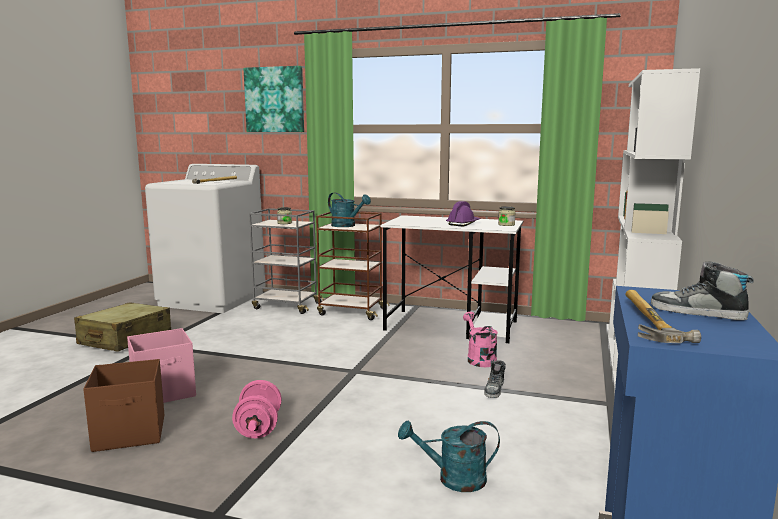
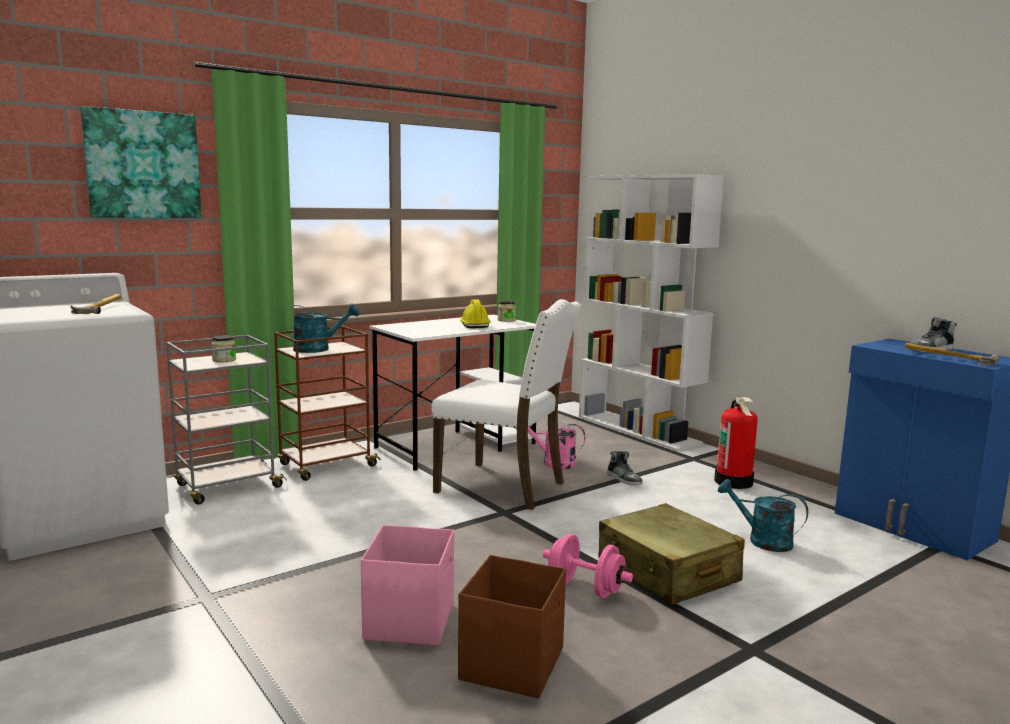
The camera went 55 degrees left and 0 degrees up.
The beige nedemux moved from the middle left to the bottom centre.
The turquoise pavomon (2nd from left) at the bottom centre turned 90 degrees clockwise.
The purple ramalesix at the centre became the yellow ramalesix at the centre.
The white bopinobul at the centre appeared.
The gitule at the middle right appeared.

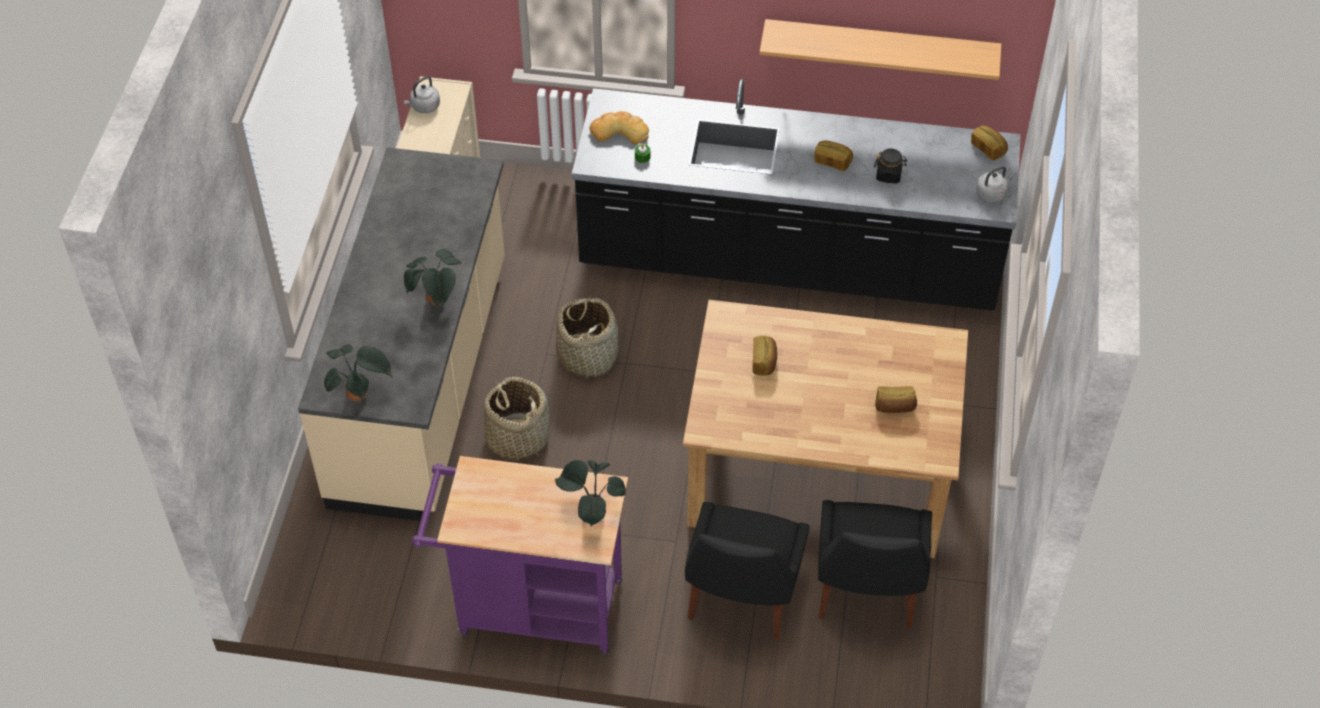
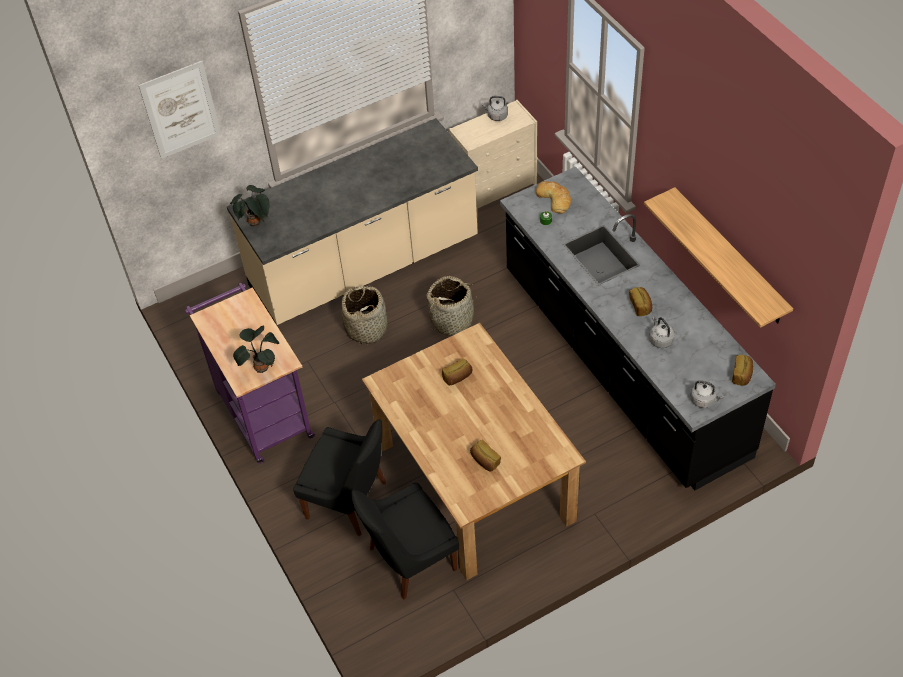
The camera went 55 degrees right and 0 degrees up.
The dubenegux (2nd from left) at the middle left disappeared.
The black bopinobul (1st from left) at the bottom centre turned 135 degrees counterclockwise.
The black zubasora at the top right was replaced by the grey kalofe (2nd from left) at the middle right.
The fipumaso at the top left appeared.

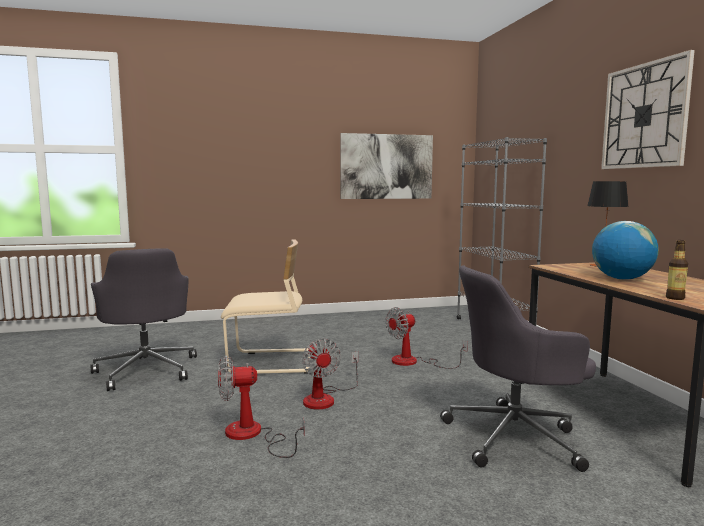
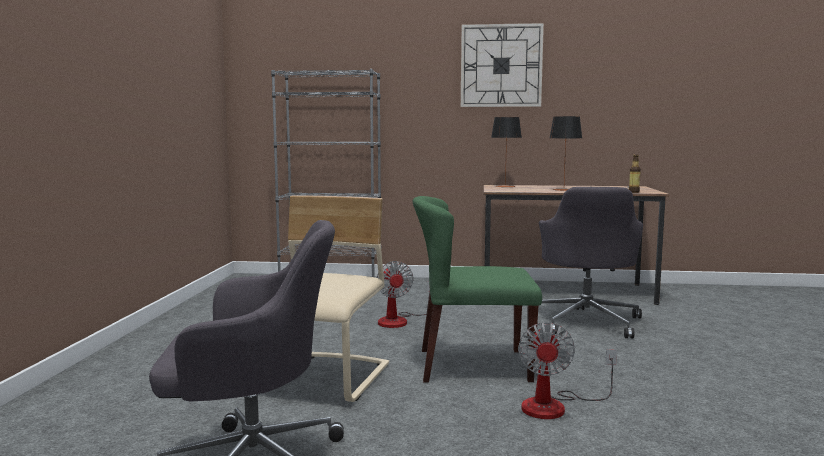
The camera went 70 degrees left and 0 degrees up.
The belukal (2nd from left) at the bottom centre was replaced by the green bopinobul at the centre.
The fipumaso at the top centre disappeared.
The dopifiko at the middle right was replaced by the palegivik (2nd from left) at the middle right.

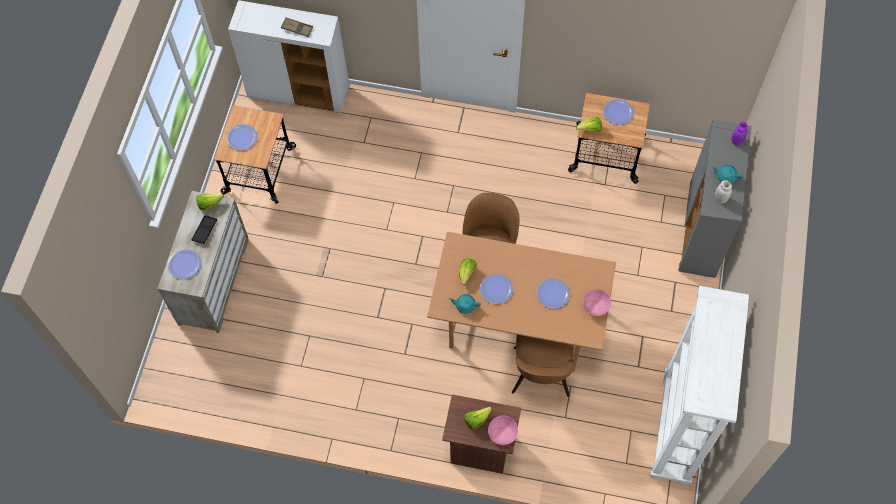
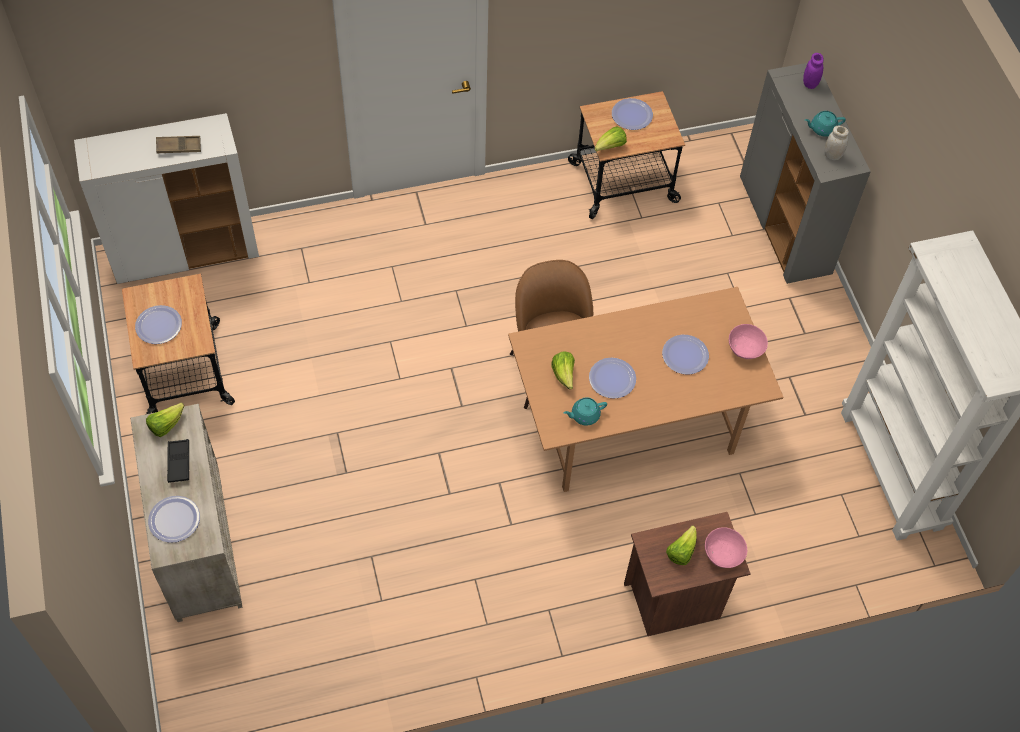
The camera went 30 degrees left and 5 degrees down.
The brown bopinobul (2nd from left) at the bottom centre disappeared.

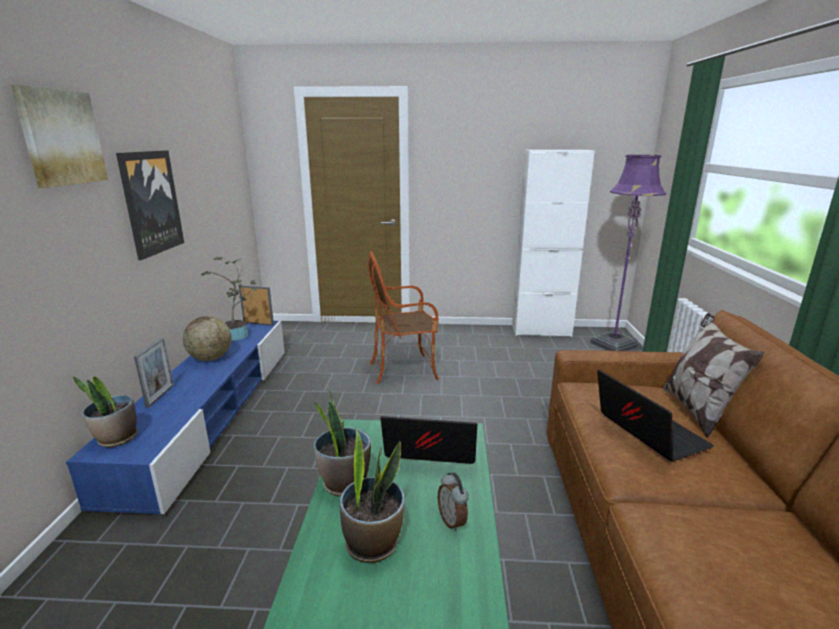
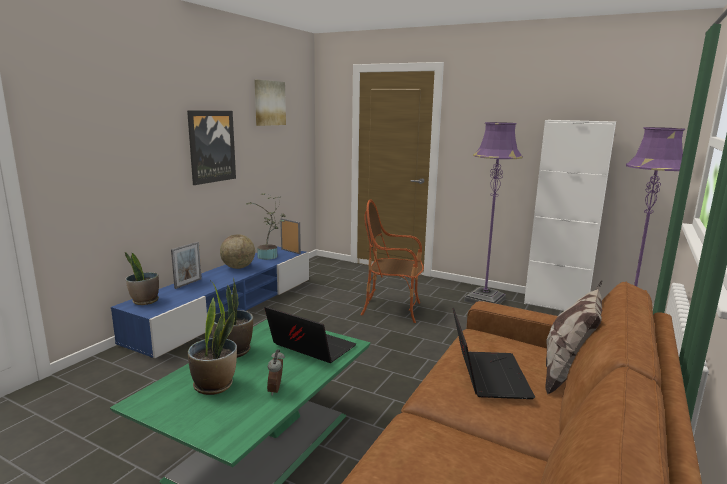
The camera went 25 degrees right and 5 degrees down.
The fipumaso (1st from left in the first image) moved from the top left to the top centre.
The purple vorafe (1st from left) at the middle right appeared.

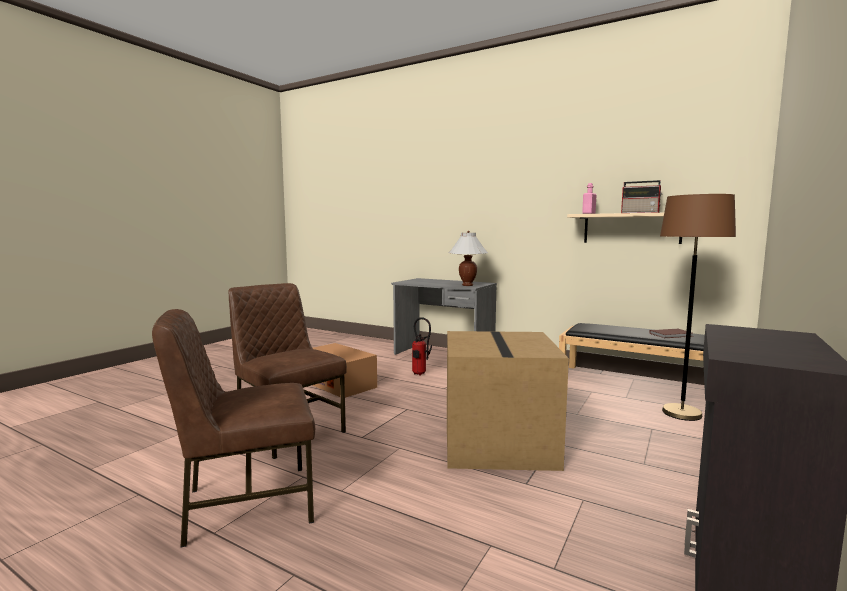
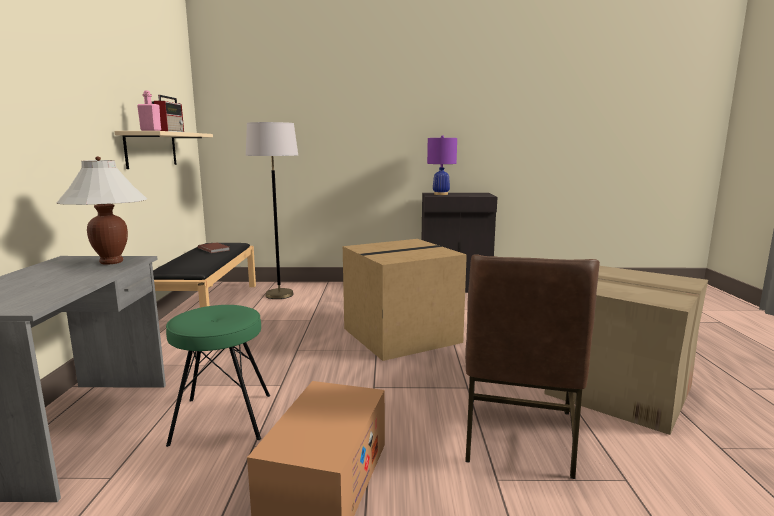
The camera went 120 degrees left and 5 degrees up.
The brown bopinobul (1st from left) at the bottom left was replaced by the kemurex (3rd from left) at the bottom right.
The gitule at the centre was replaced by the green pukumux at the bottom left.
The brown vorafe at the middle right became the grey vorafe at the centre.
The purple palegivik at the top centre appeared.

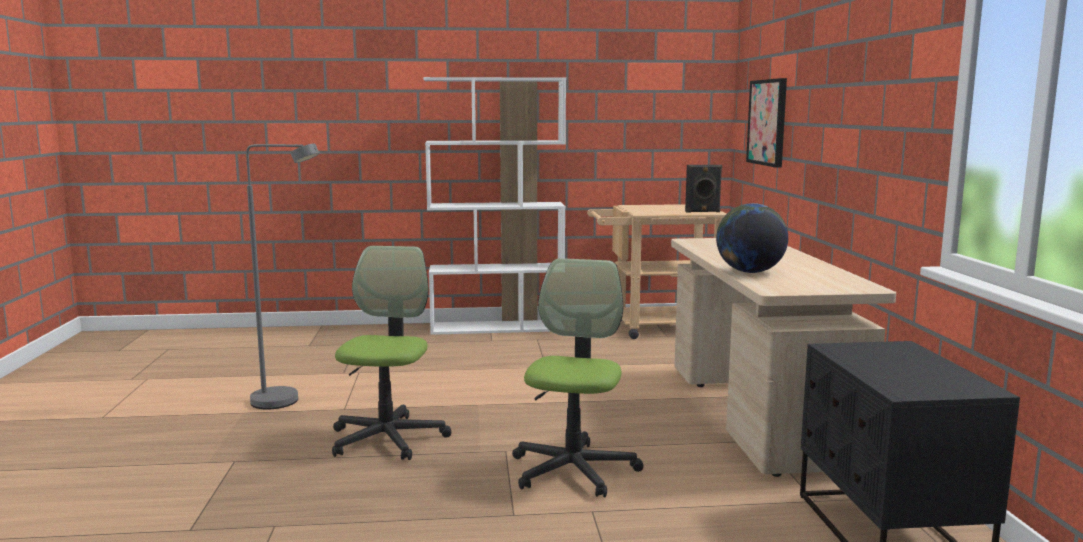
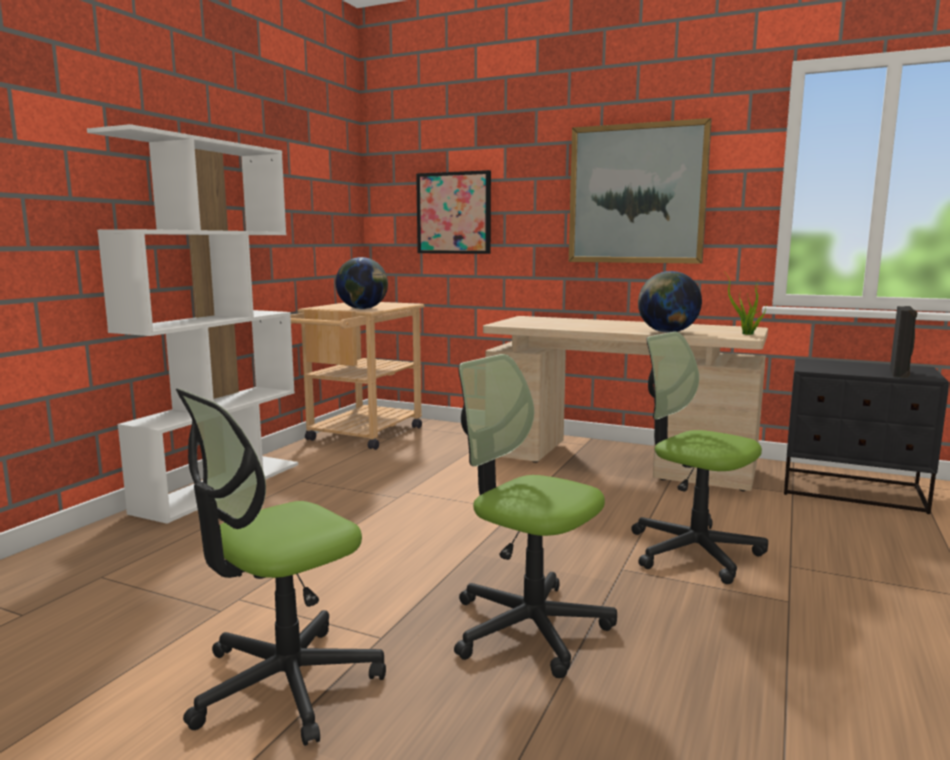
The camera went 60 degrees left and 0 degrees up.
The grey vorafe at the middle left was replaced by the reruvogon (1st from left) at the bottom left.
The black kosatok moved from the centre to the middle right.
The dopifiko (1st from left) at the centre appeared.
The fipumaso (2nd from left) at the top right appeared.
The dubenegux at the middle right appeared.

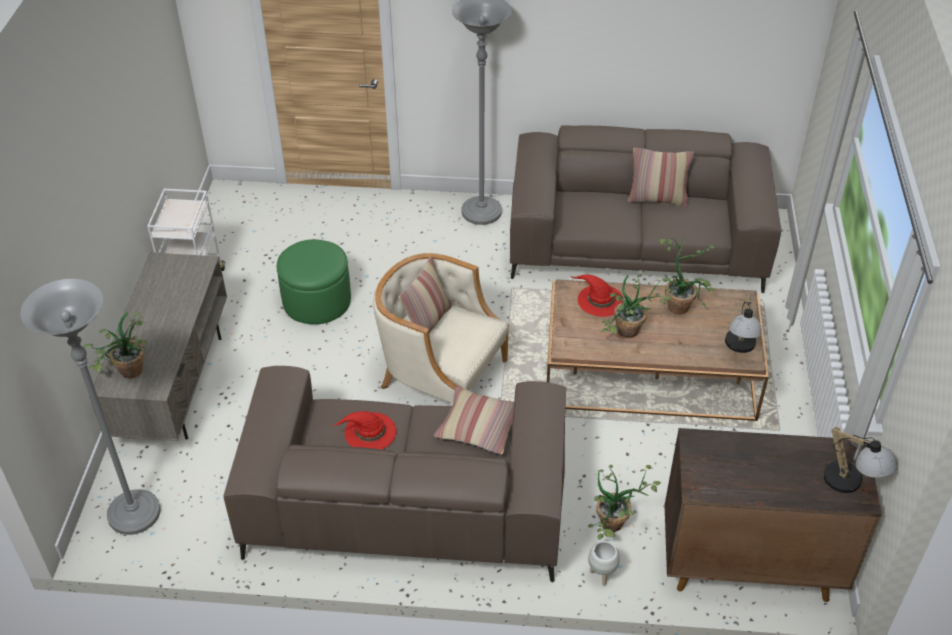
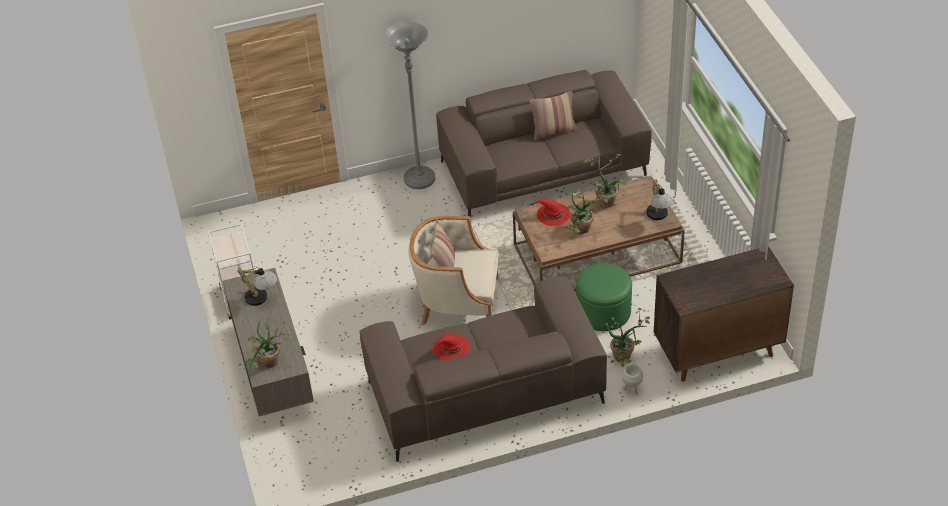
The camera went 20 degrees left and 0 degrees up.
The grey vorafe (1st from left) at the middle left disappeared.
The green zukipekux moved from the middle left to the centre.
The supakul (2nd from left) at the centre disappeared.
The palegivik (2nd from left in the first image) moved from the bottom right to the middle left.

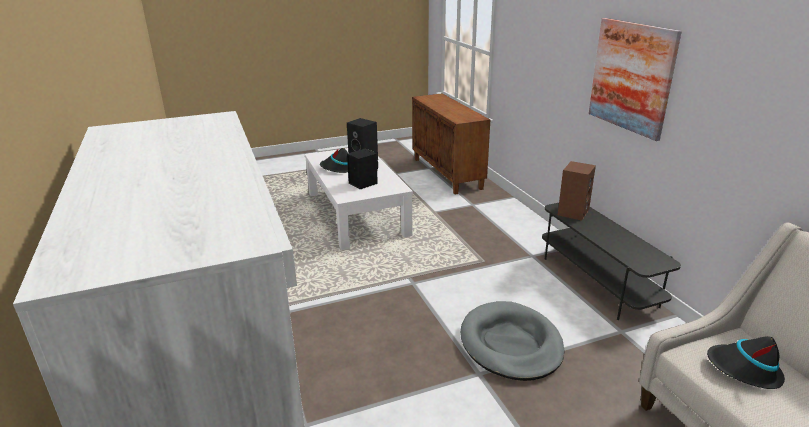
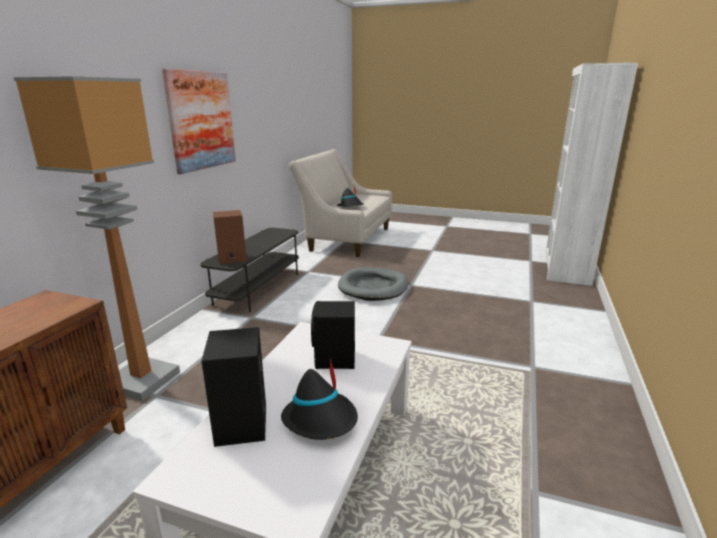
The camera went 140 degrees left and 5 degrees down.
The vorafe at the middle left appeared.

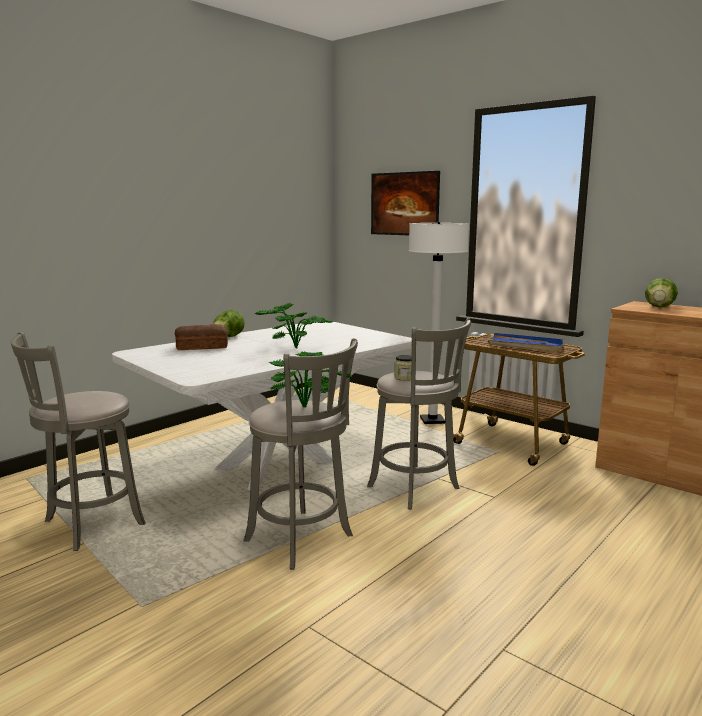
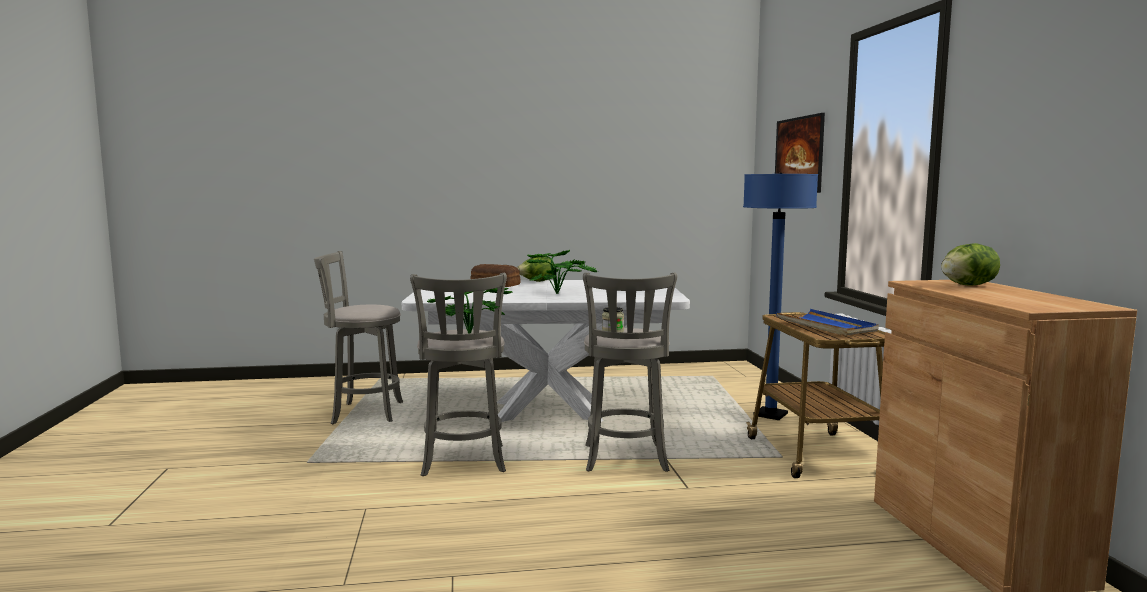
The camera went 40 degrees right and 5 degrees down.
The white vorafe at the centre became the blue vorafe at the middle right.

